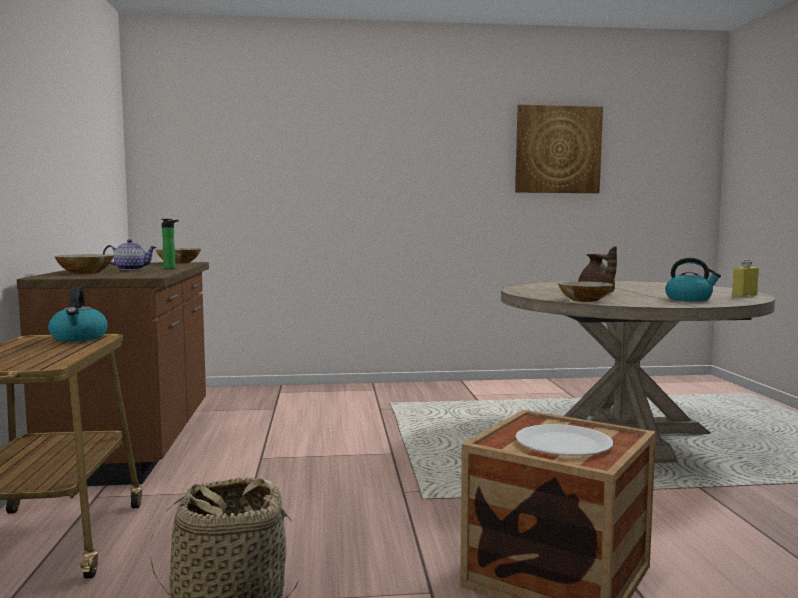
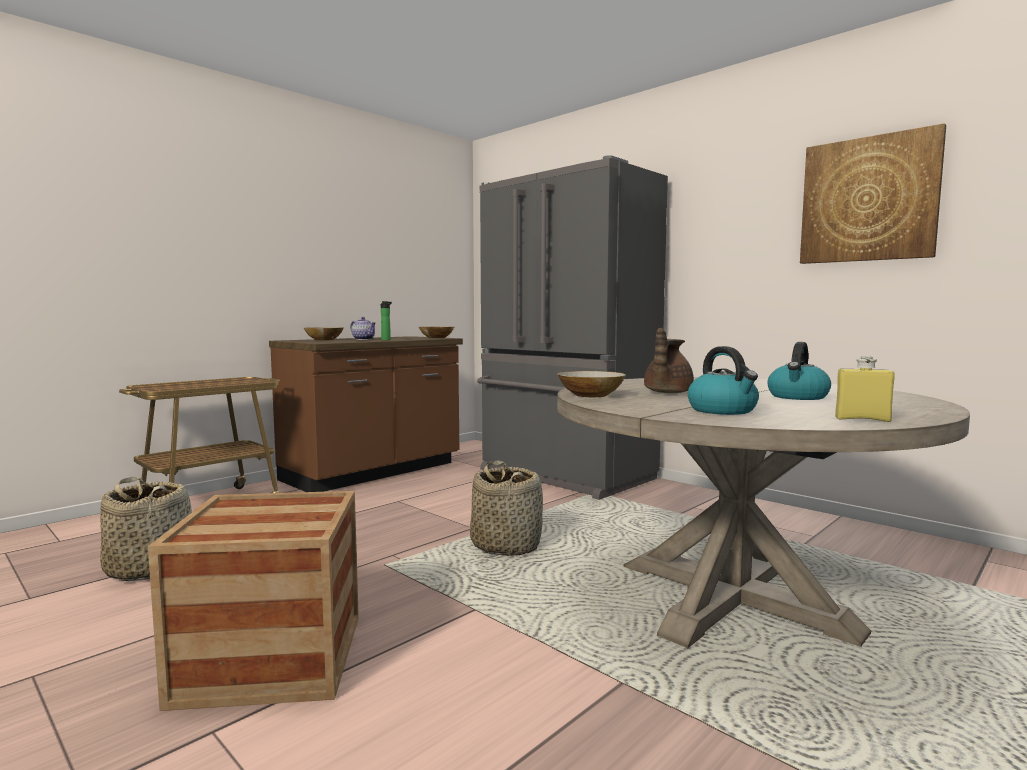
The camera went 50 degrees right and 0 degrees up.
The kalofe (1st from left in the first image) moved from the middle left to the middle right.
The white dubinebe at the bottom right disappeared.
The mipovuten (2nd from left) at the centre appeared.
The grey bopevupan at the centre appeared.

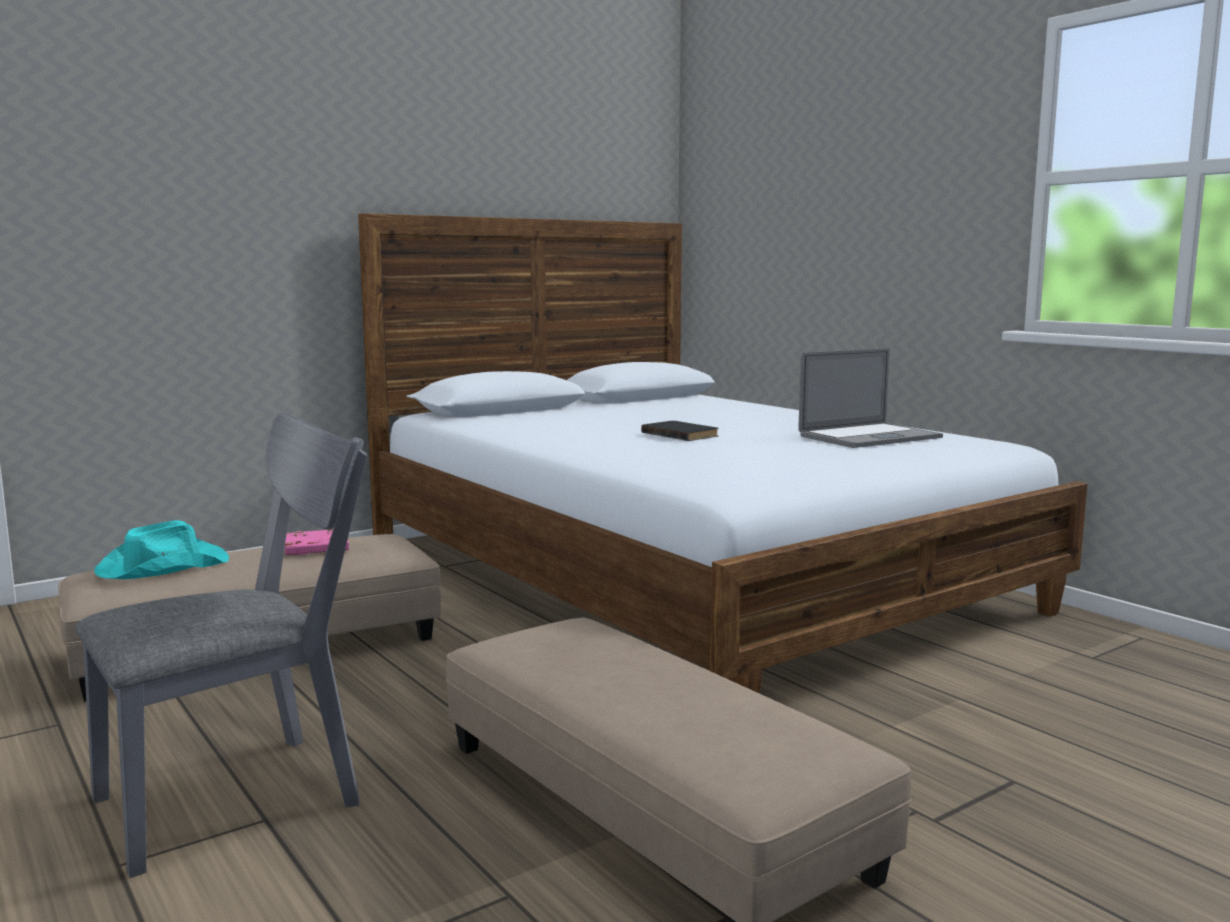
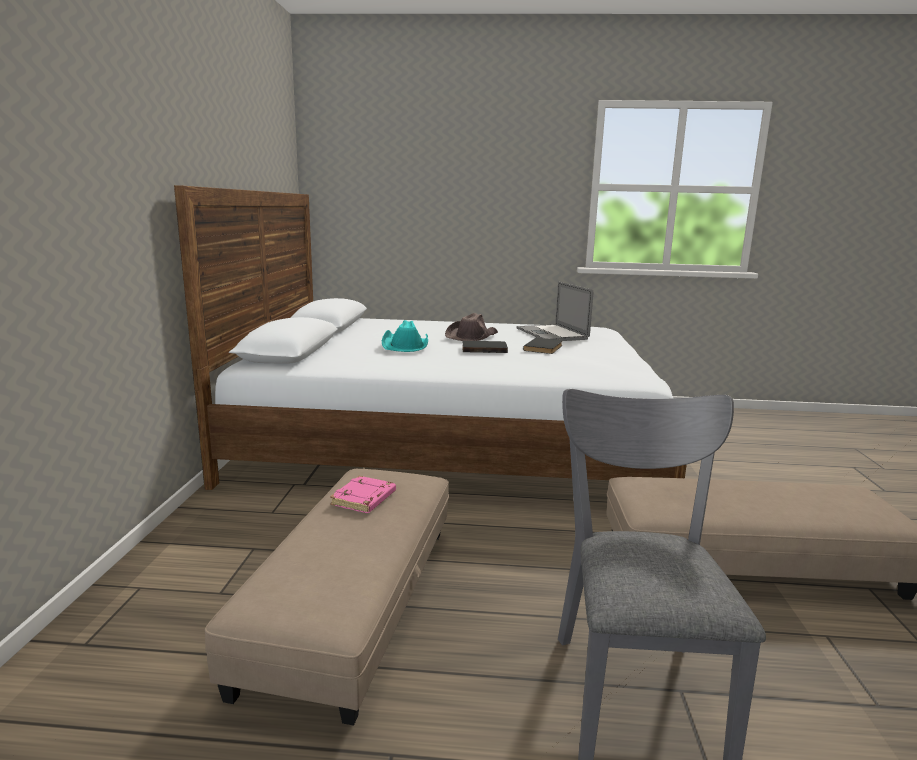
The camera went 50 degrees left and 5 degrees up.
The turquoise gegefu moved from the middle left to the centre.
The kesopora at the middle right turned 150 degrees clockwise.
The brown gegefu at the centre appeared.
The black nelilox (2nd from left) at the centre appeared.

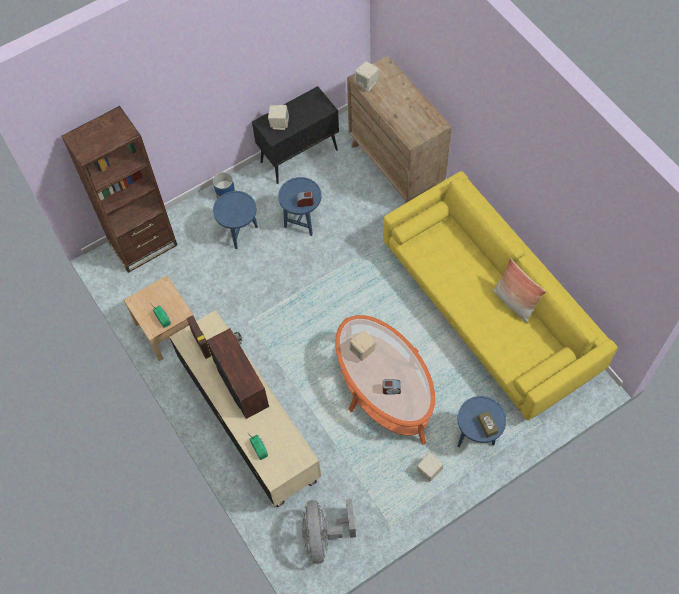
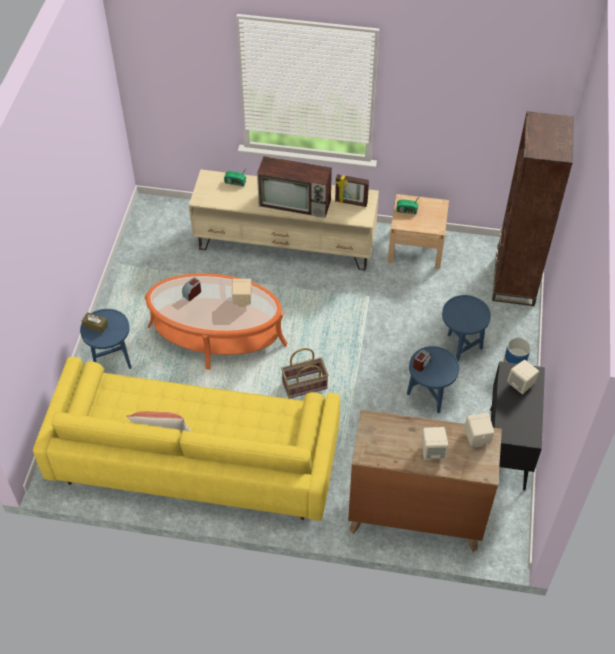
The camera went 130 degrees right and 10 degrees down.
The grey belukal at the bottom centre disappeared.
The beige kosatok (4th from left in the first image) moved from the bottom centre to the bottom right.
The mipovuten at the centre appeared.

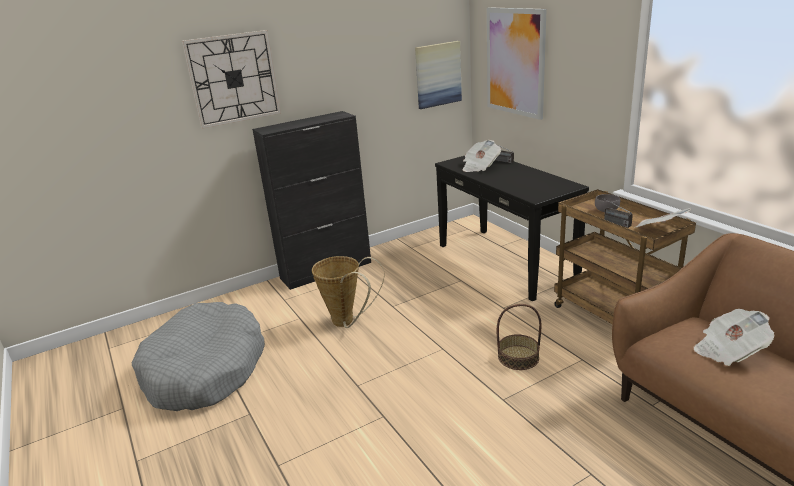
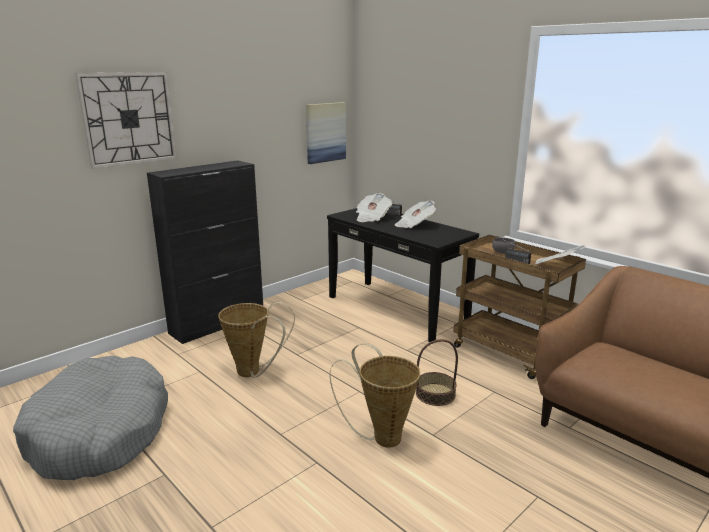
The camera went 15 degrees left and 5 degrees down.
The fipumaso (2nd from left) at the top centre disappeared.
The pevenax (3rd from left in the first image) moved from the bottom right to the centre.
The mipovuten (2nd from left) at the bottom centre appeared.

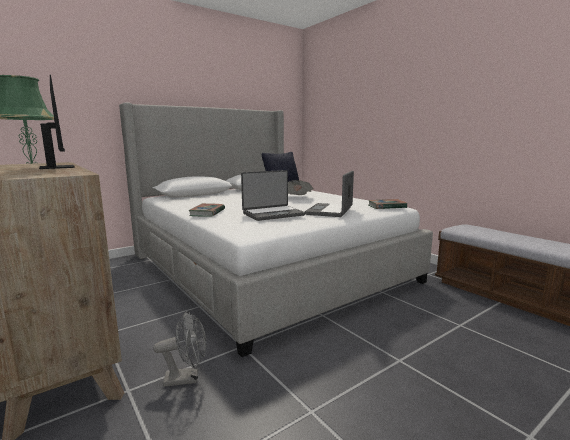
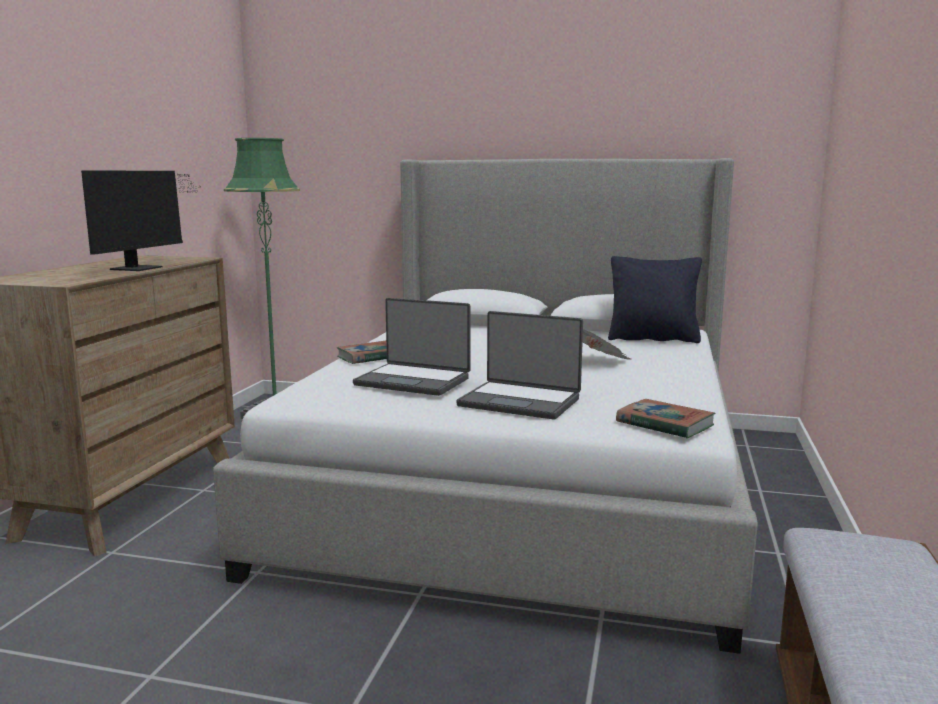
The camera went 50 degrees right and 0 degrees up.
The grey belukal at the bottom left disappeared.
The kesopora (2nd from left) at the centre turned 135 degrees counterclockwise.

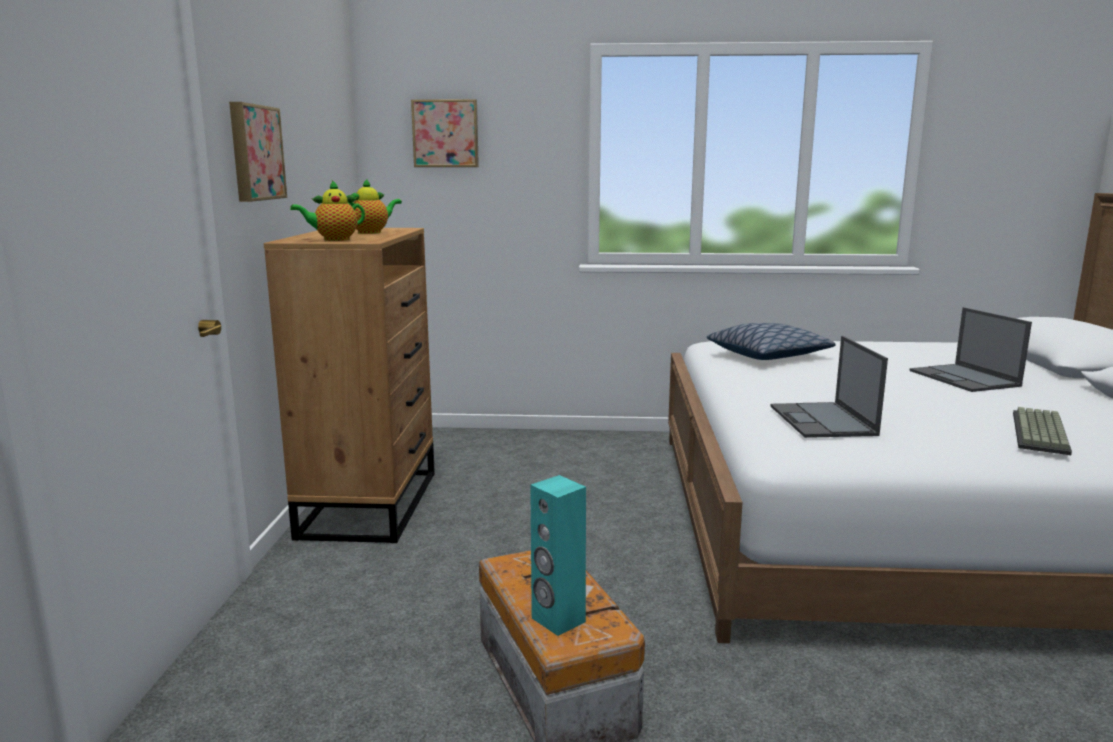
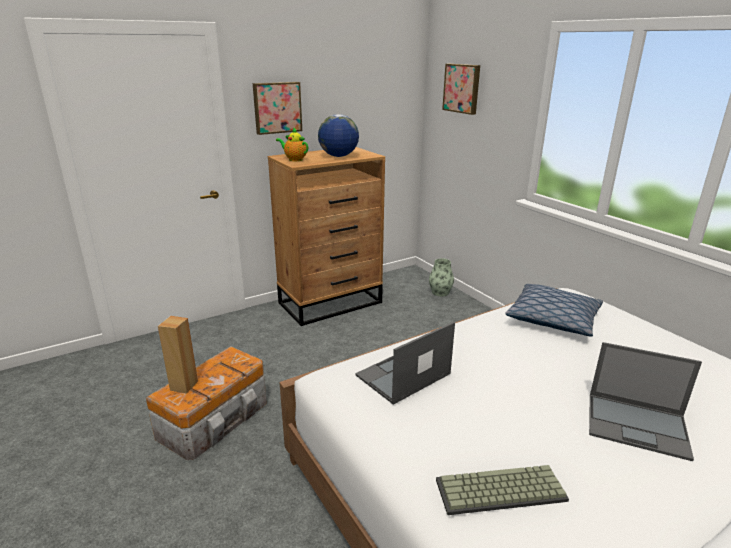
The camera went 55 degrees right and 10 degrees up.
The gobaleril (2nd from left) at the top centre was replaced by the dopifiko at the top centre.
The turquoise kosatok at the bottom centre became the brown kosatok at the middle left.
The kesopora (2nd from left) at the middle right turned 105 degrees counterclockwise.
The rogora at the centre appeared.

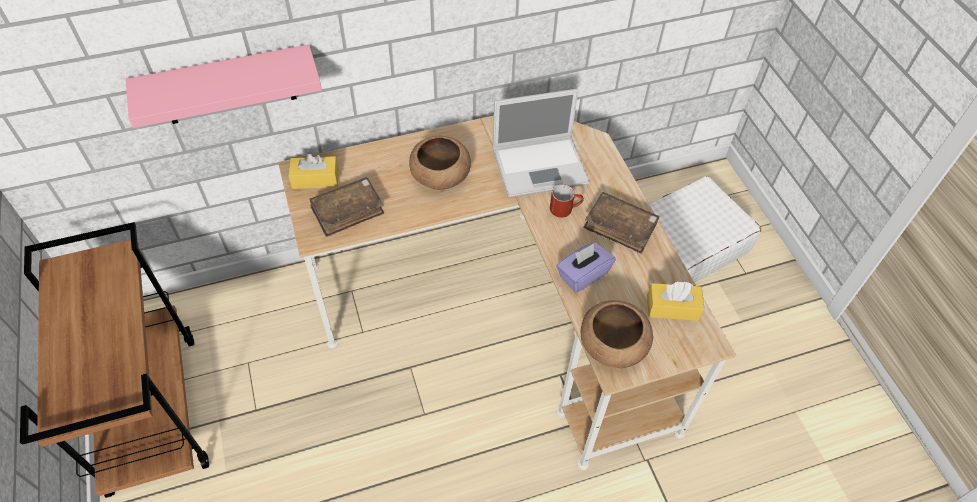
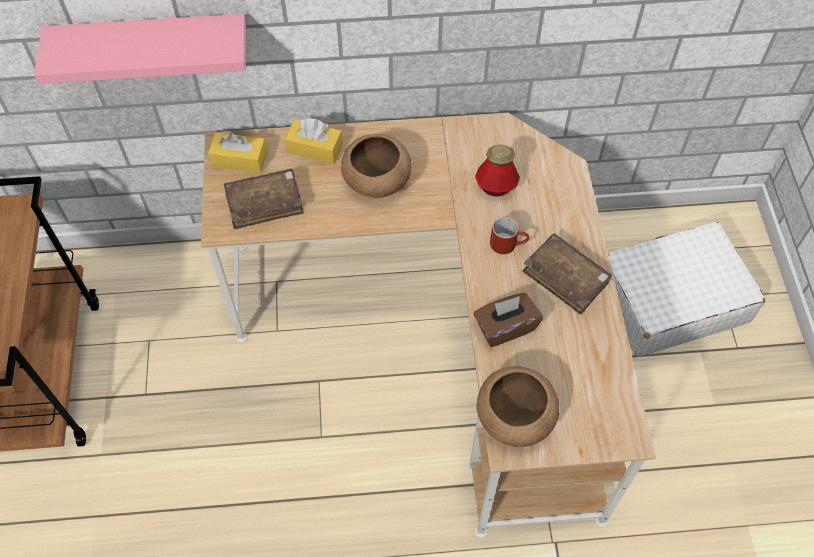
The camera went 15 degrees right and 5 degrees up.
The kesopora at the top centre was replaced by the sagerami at the top centre.
The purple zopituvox at the centre became the brown zopituvox at the centre.
The yellow zopituvox (2nd from left) moved from the middle right to the top centre.

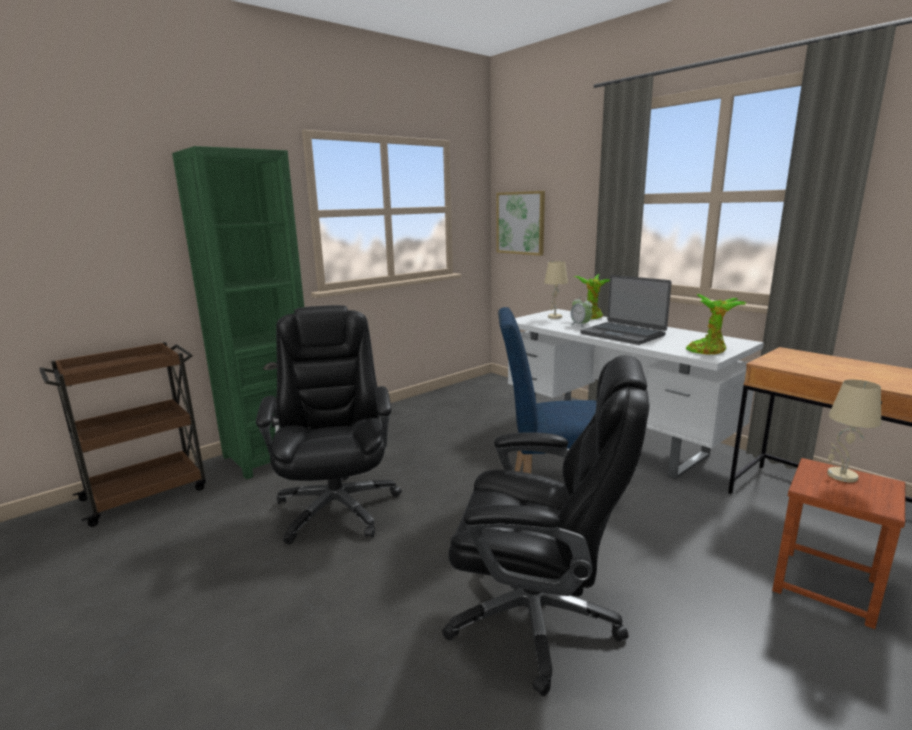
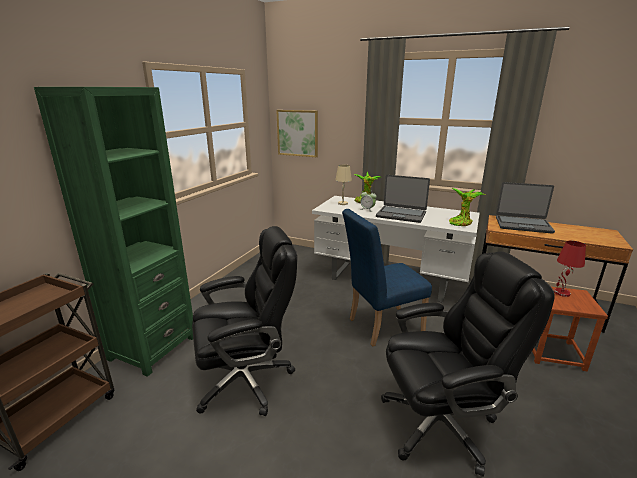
The camera went 25 degrees left and 5 degrees up.
The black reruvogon (1st from left) at the centre turned 105 degrees clockwise.
The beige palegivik (2nd from left) at the middle right became the red palegivik at the middle right.
The kesopora (2nd from left) at the middle right appeared.

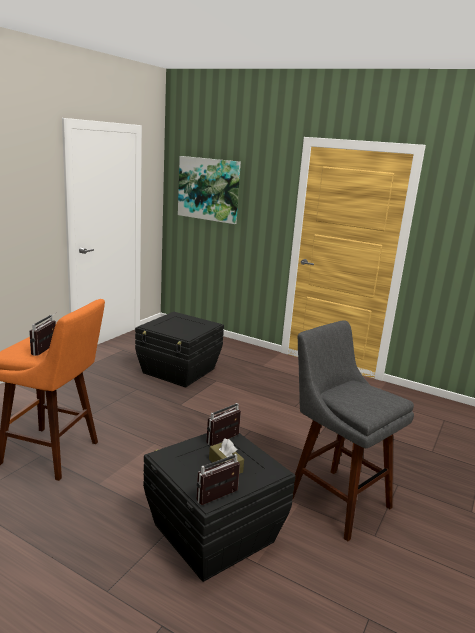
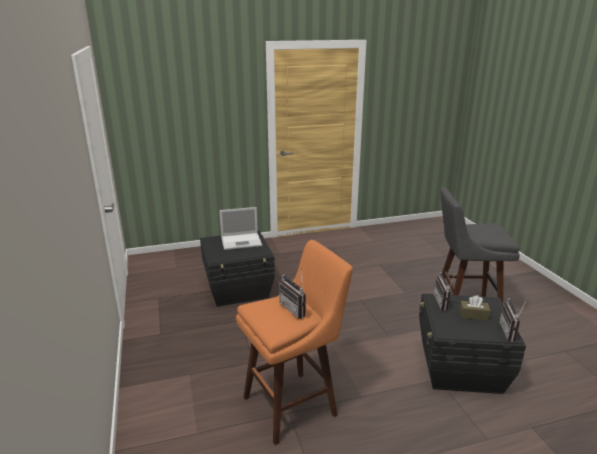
The camera went 45 degrees left and 5 degrees up.
The fipumaso at the top centre disappeared.
The kesopora at the centre appeared.

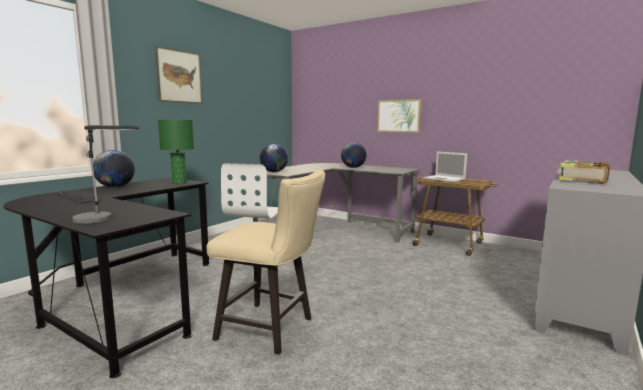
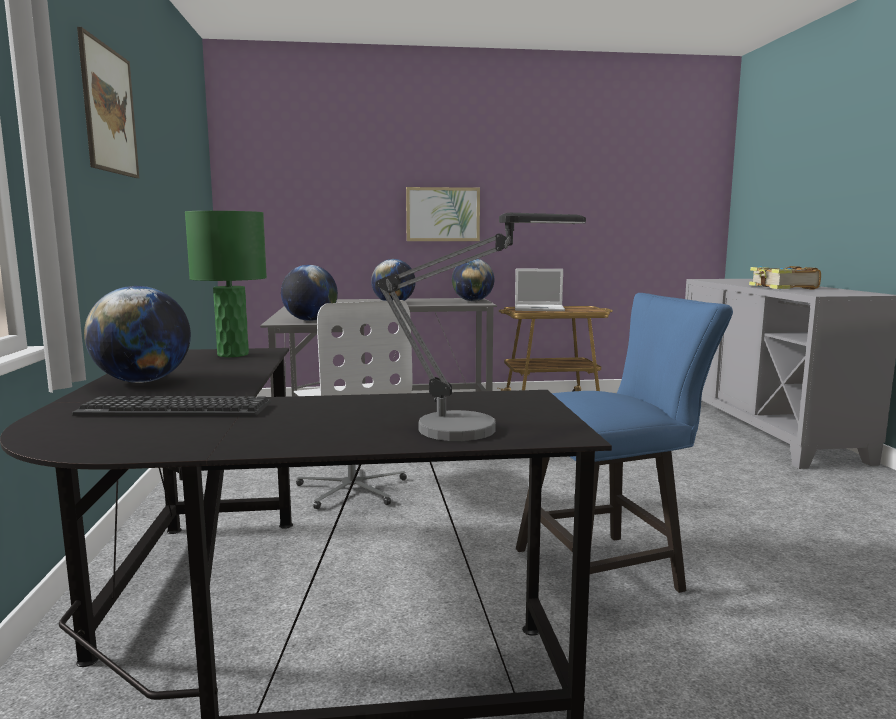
The camera went 40 degrees left and 0 degrees up.
The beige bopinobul at the bottom centre became the blue bopinobul at the middle right.
The dopifiko (4th from left) at the centre appeared.

